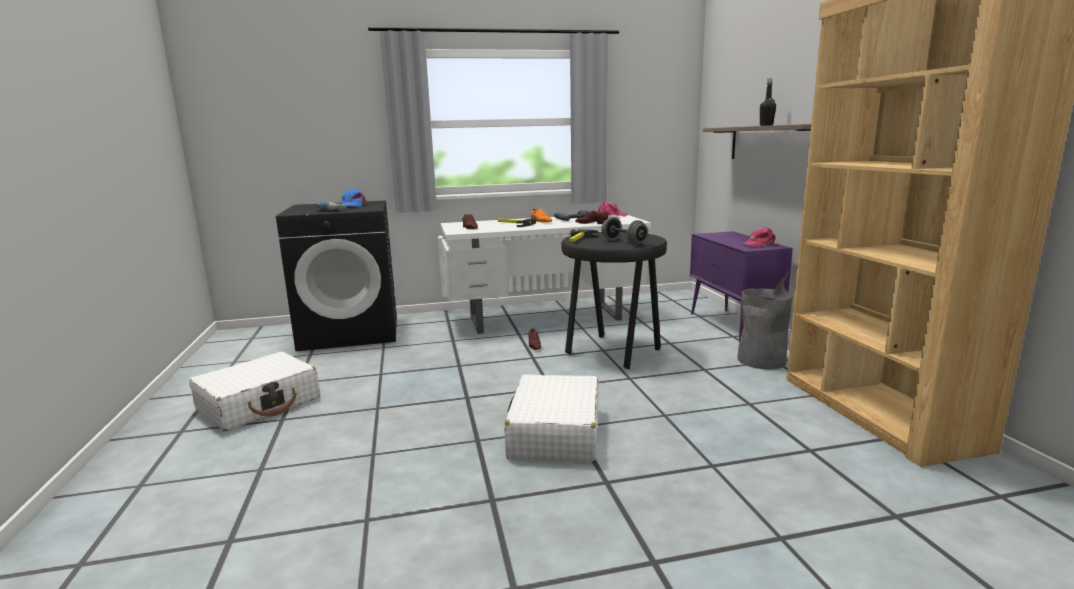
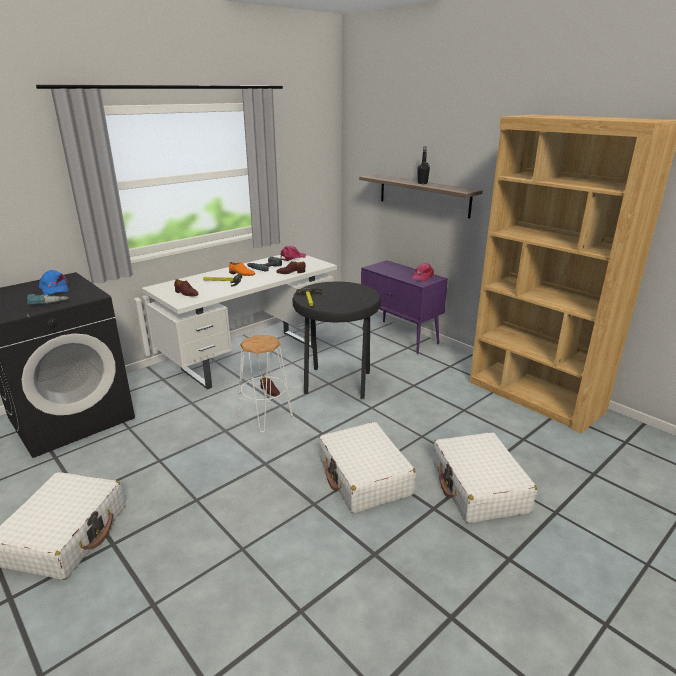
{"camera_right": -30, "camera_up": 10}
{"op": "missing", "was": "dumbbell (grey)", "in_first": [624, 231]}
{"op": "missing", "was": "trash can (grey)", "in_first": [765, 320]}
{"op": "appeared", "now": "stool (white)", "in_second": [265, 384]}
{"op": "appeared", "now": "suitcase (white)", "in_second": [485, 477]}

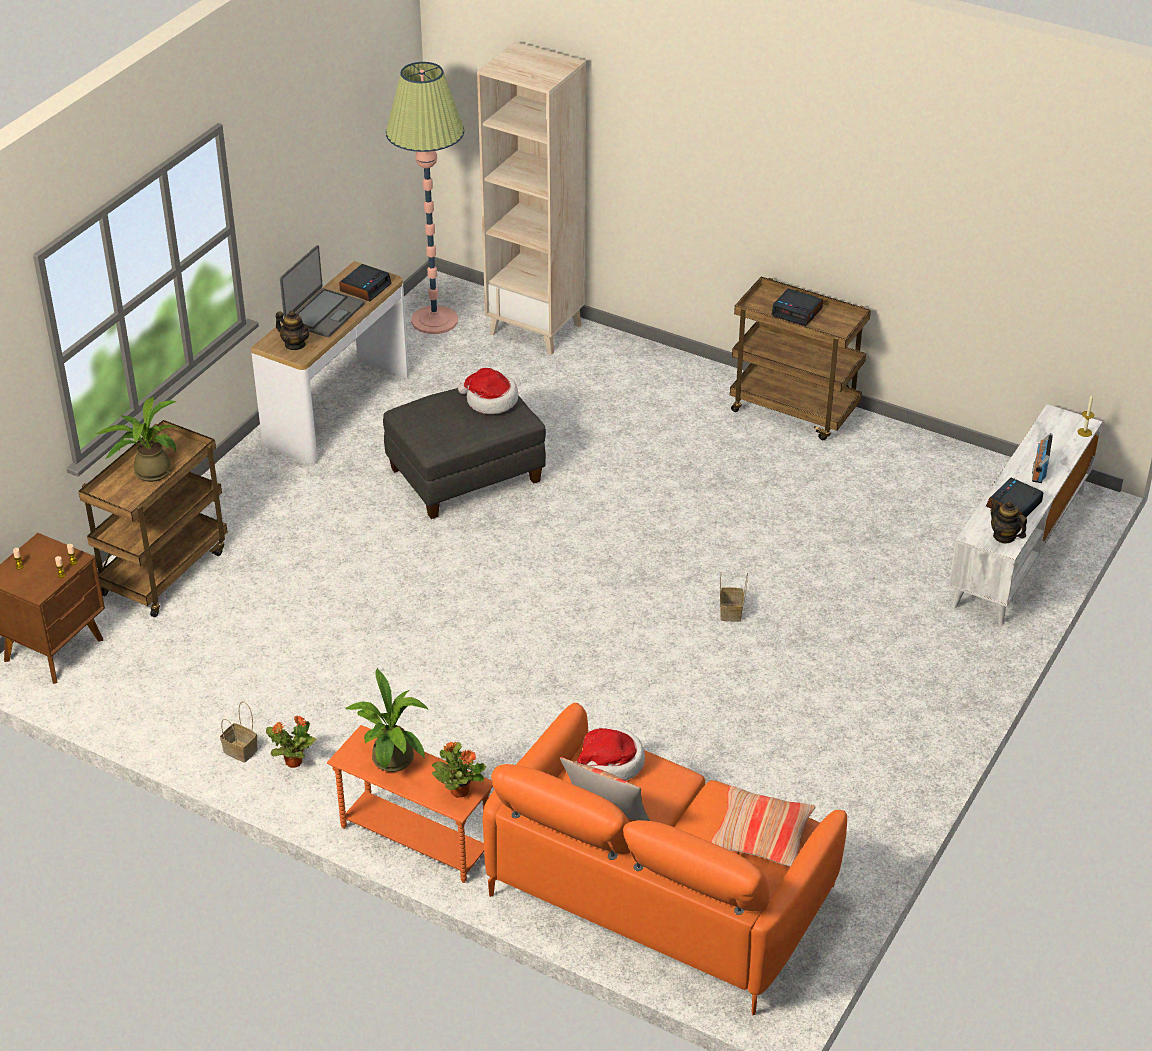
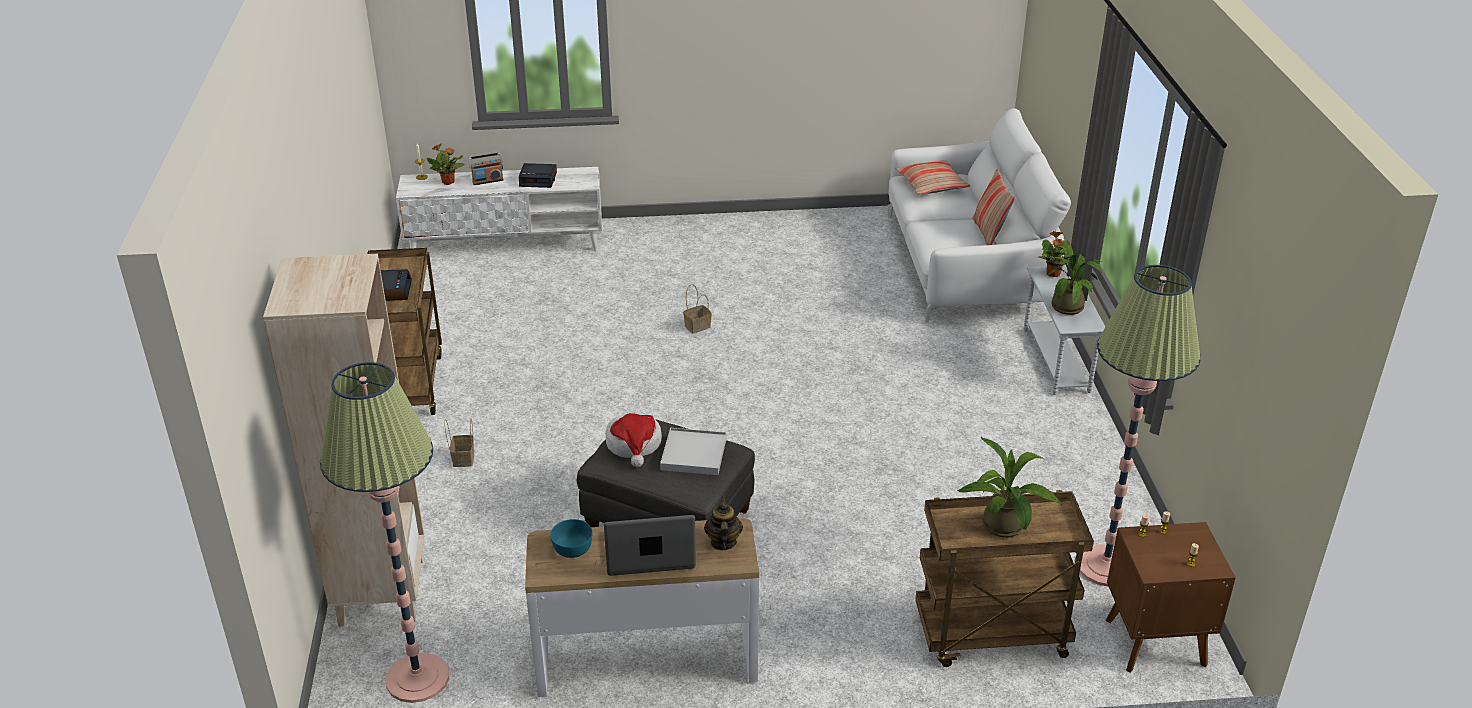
{"camera_right": -125, "camera_up": -5}
{"op": "relocated", "was": "basket", "in_first": [239, 732], "in_second": [459, 443]}
{"op": "relocated", "was": "potted plant", "in_first": [291, 742], "in_second": [445, 164]}
{"op": "colour", "was": "side table (orange)", "now": "side table (white)", "in_first": [410, 804], "in_second": [1064, 330]}
{"op": "exchanged", "was": "alarm clock", "now": "bowl (turquoise)", "in_first": [365, 282], "in_second": [571, 538]}
{"op": "colour", "was": "sofa (orange)", "now": "sofa (white)", "in_first": [665, 859], "in_second": [979, 215]}
{"op": "missing", "was": "hat", "in_first": [609, 754]}
{"op": "missing", "was": "teapot", "in_first": [1008, 521]}
{"op": "appeared", "now": "tray (white)", "in_second": [693, 451]}
{"op": "appeared", "now": "floor lamp", "in_second": [1140, 425]}

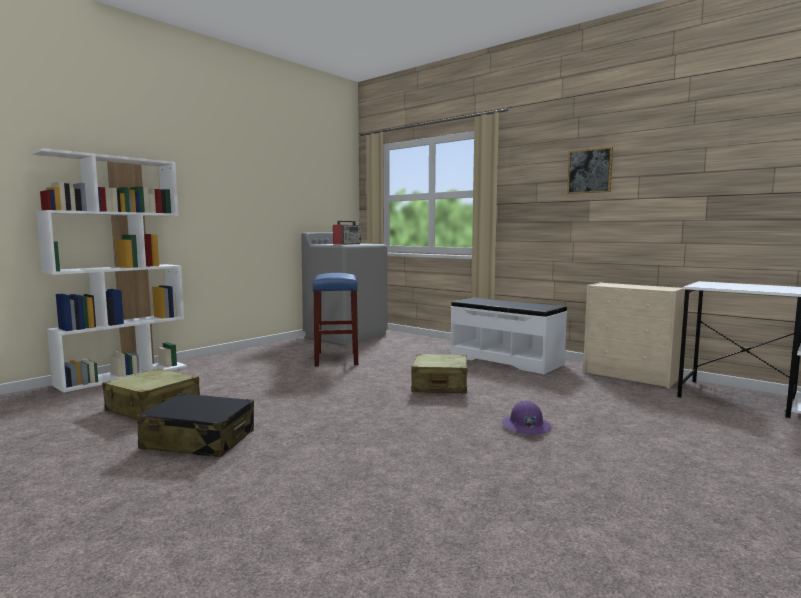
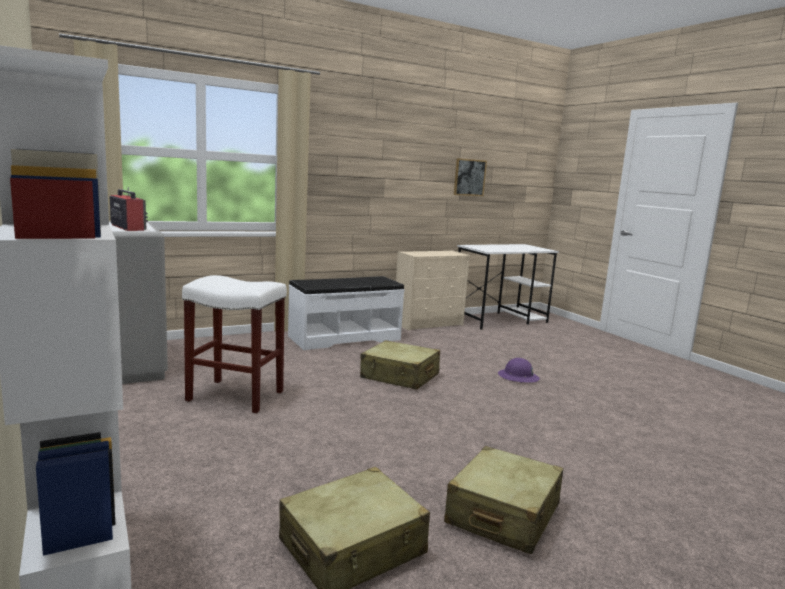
{"camera_right": -70, "camera_up": 5}
{"op": "colour", "was": "suitcase (black)", "now": "suitcase (beige)", "in_first": [195, 425], "in_second": [503, 500]}
{"op": "colour", "was": "stool (blue)", "now": "stool (white)", "in_first": [335, 319], "in_second": [234, 344]}
{"op": "relocated", "was": "picture", "in_first": [590, 170], "in_second": [470, 177]}

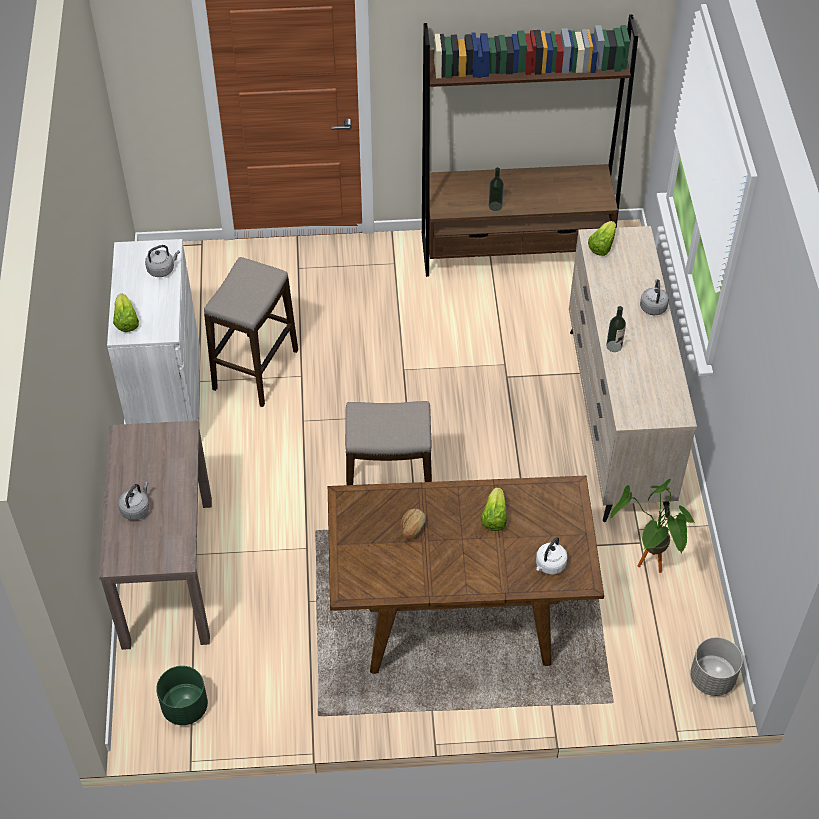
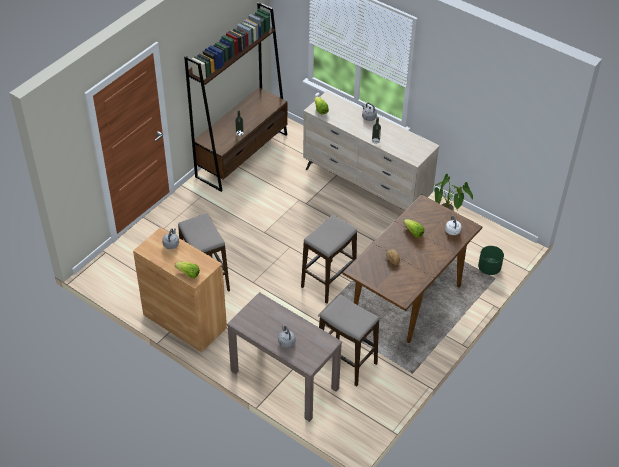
{"camera_right": -50, "camera_up": -5}
{"op": "colour", "was": "cabinet (white)", "now": "cabinet (brown)", "in_first": [153, 331], "in_second": [180, 289]}
{"op": "relocated", "was": "planter (green)", "in_first": [182, 695], "in_second": [491, 260]}
{"op": "missing", "was": "planter (grey)", "in_first": [716, 666]}
{"op": "appeared", "now": "stool", "in_second": [349, 340]}

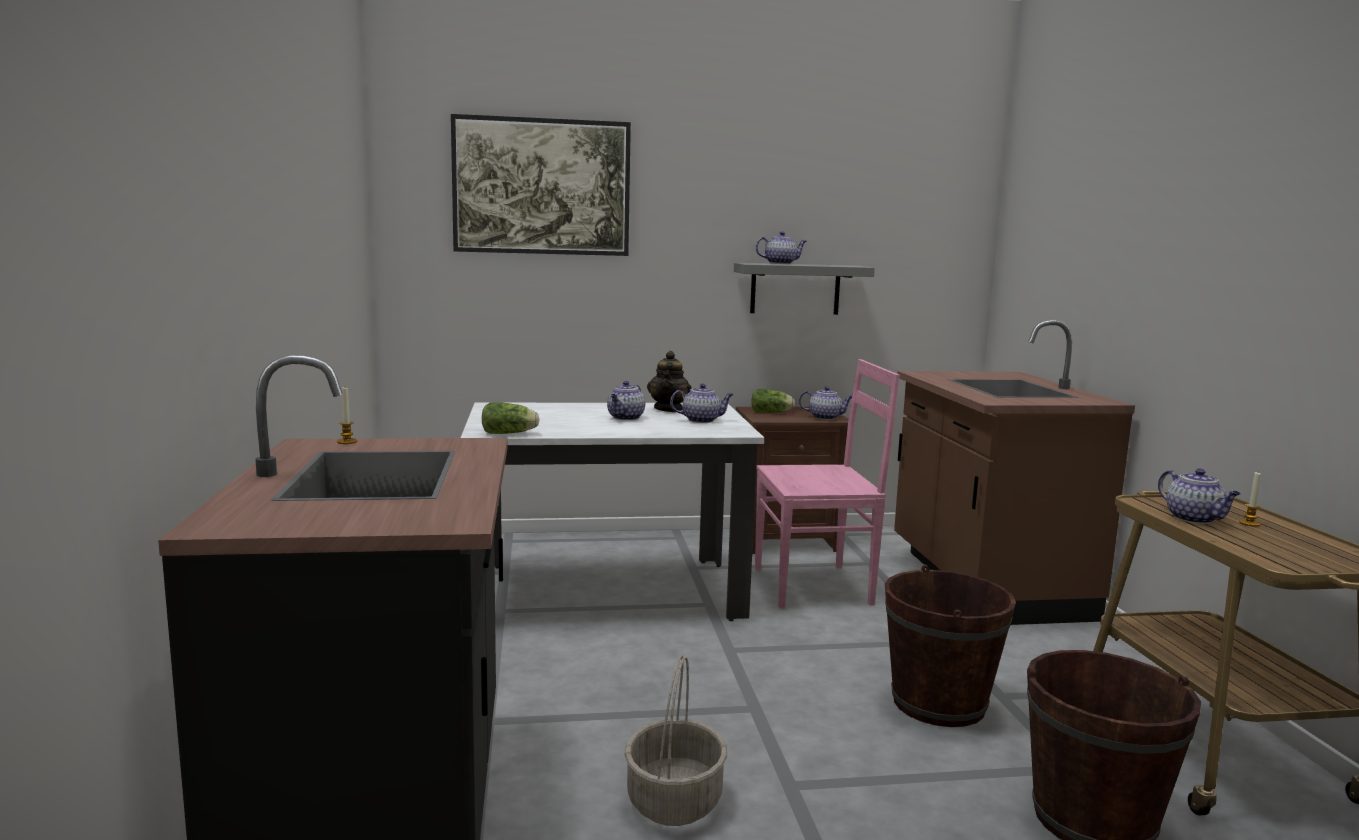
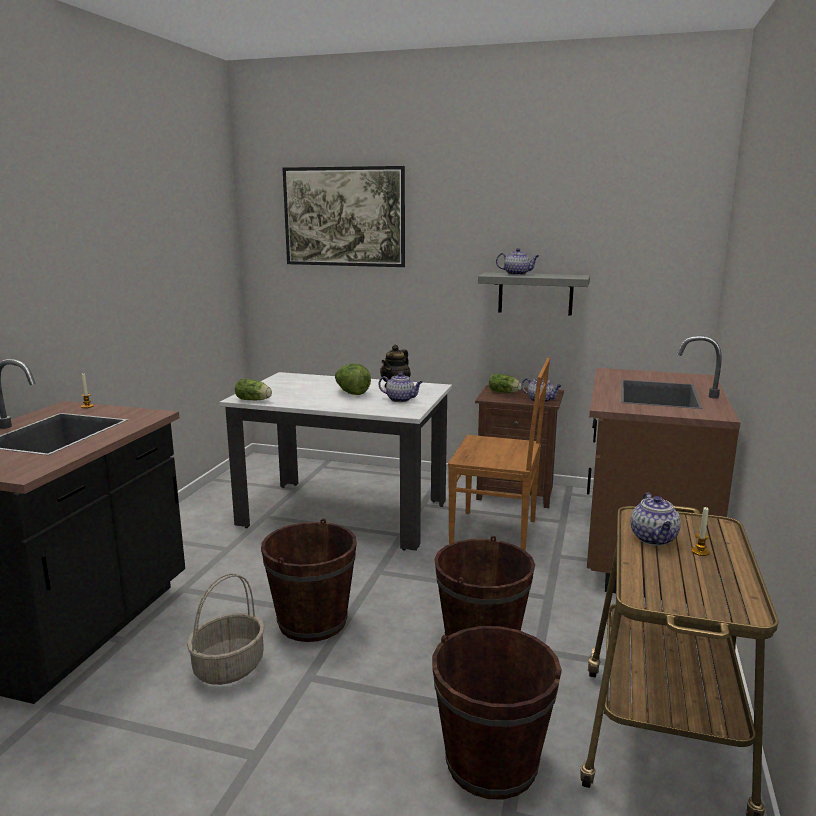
{"camera_right": 25, "camera_up": 5}
{"op": "exchanged", "was": "teapot", "now": "lettuce", "in_first": [626, 400], "in_second": [353, 379]}
{"op": "colour", "was": "chair (pink)", "now": "chair (brown)", "in_first": [827, 483], "in_second": [499, 454]}
{"op": "appeared", "now": "bucket (brown)", "in_second": [309, 580]}

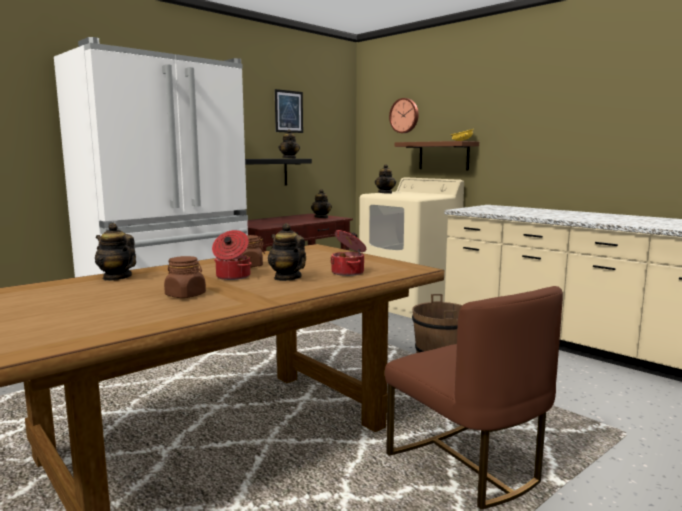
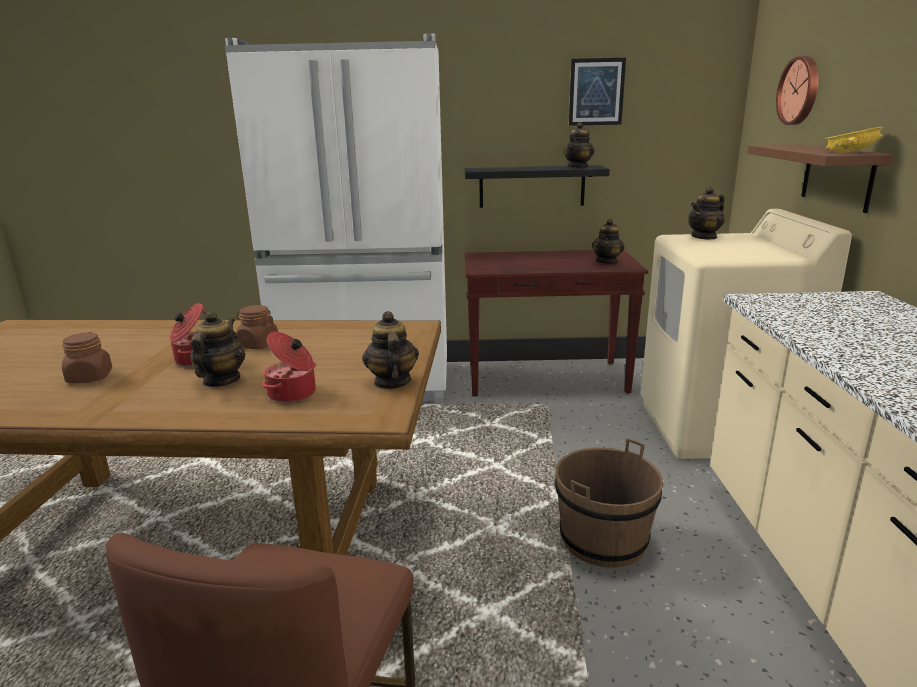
{"camera_right": 45, "camera_up": 10}
{"op": "relocated", "was": "teapot", "in_first": [115, 252], "in_second": [390, 350]}

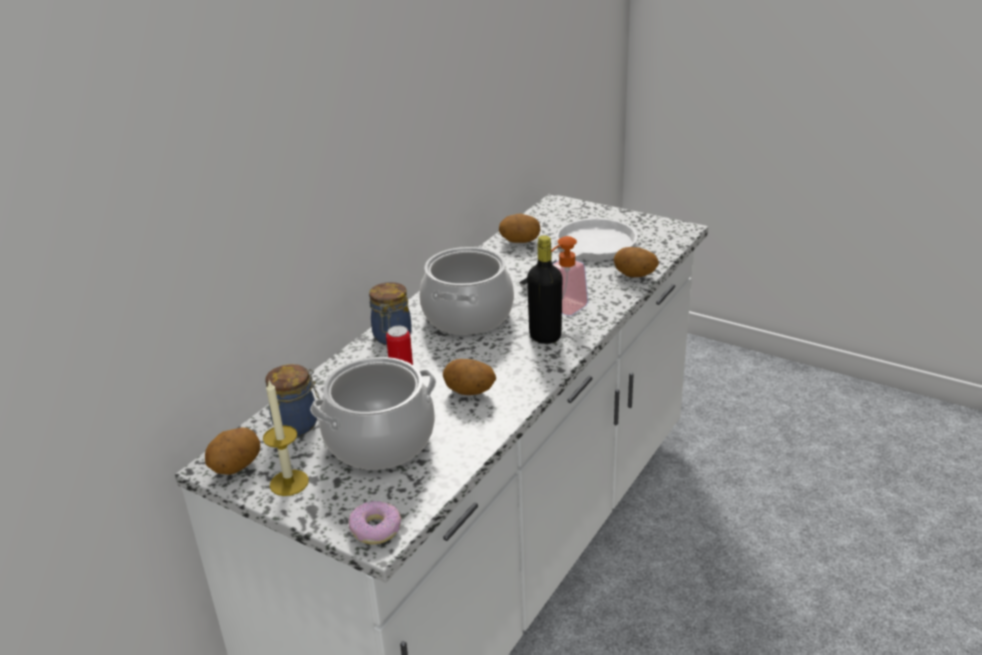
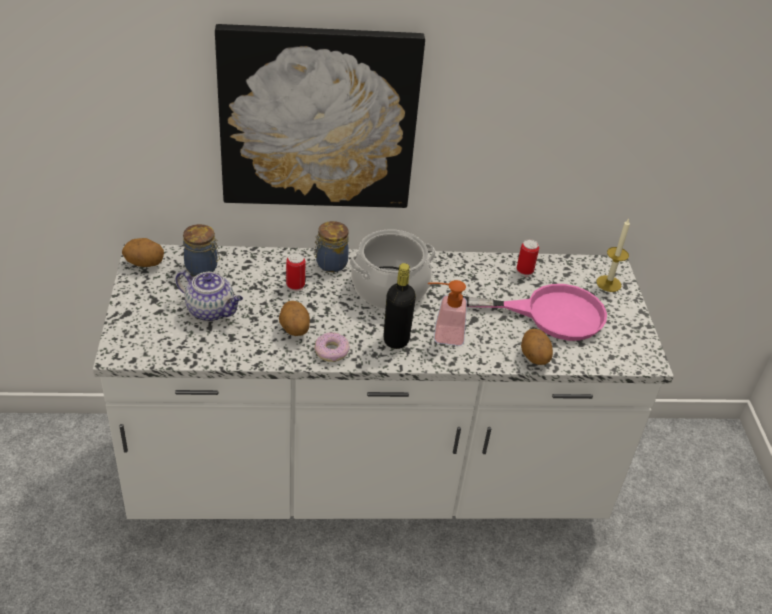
{"camera_right": 50, "camera_up": 10}
{"op": "relocated", "was": "candle", "in_first": [286, 438], "in_second": [613, 255]}
{"op": "exchanged", "was": "cooking pot", "now": "teapot", "in_first": [373, 413], "in_second": [209, 295]}
{"op": "relocated", "was": "donut", "in_first": [375, 523], "in_second": [332, 347]}
{"op": "exchanged", "was": "potato", "now": "can", "in_first": [520, 228], "in_second": [528, 258]}
{"op": "colour", "was": "frying pan (white)", "now": "frying pan (pink)", "in_first": [578, 253], "in_second": [535, 312]}
{"op": "appeared", "now": "picture", "in_second": [320, 116]}

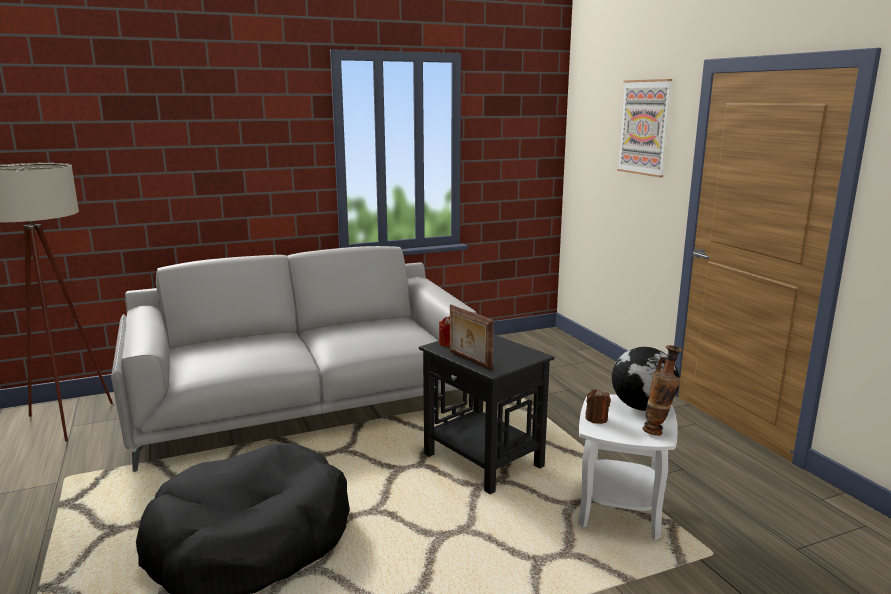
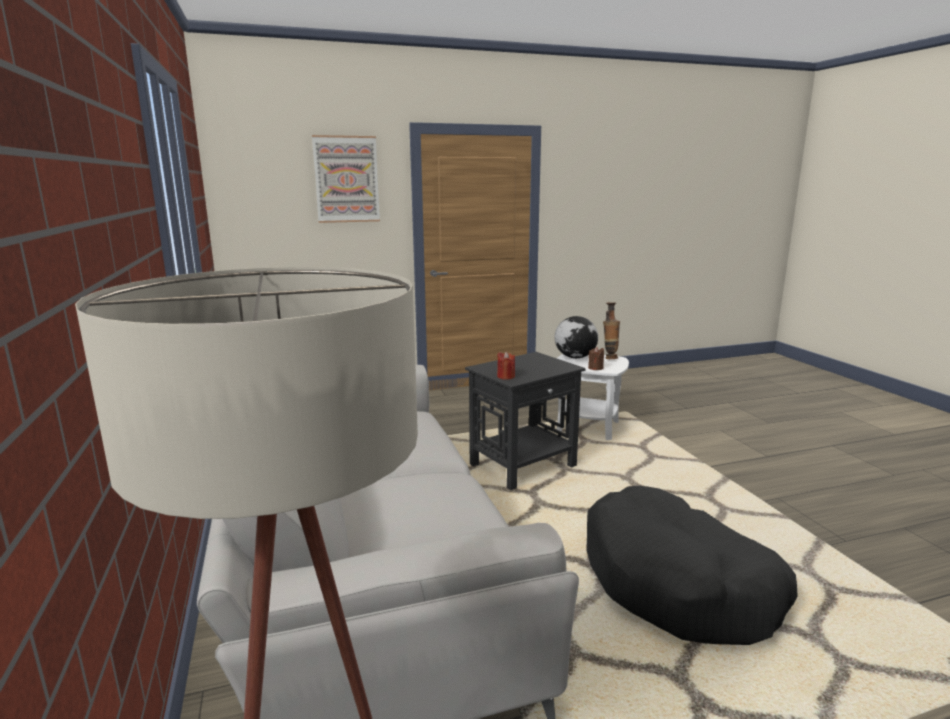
{"camera_right": -85, "camera_up": 0}
{"op": "missing", "was": "picture frame", "in_first": [472, 338]}

